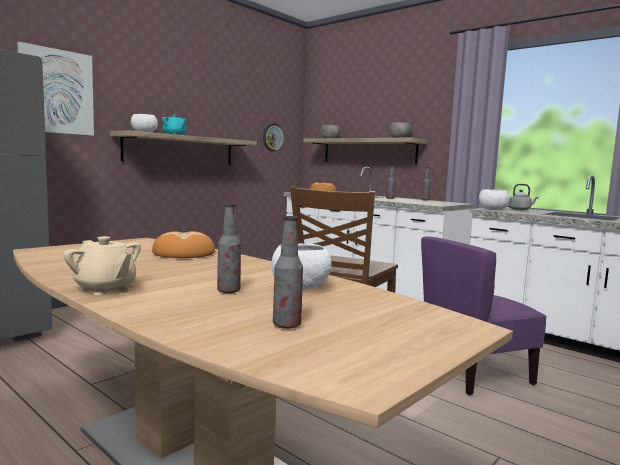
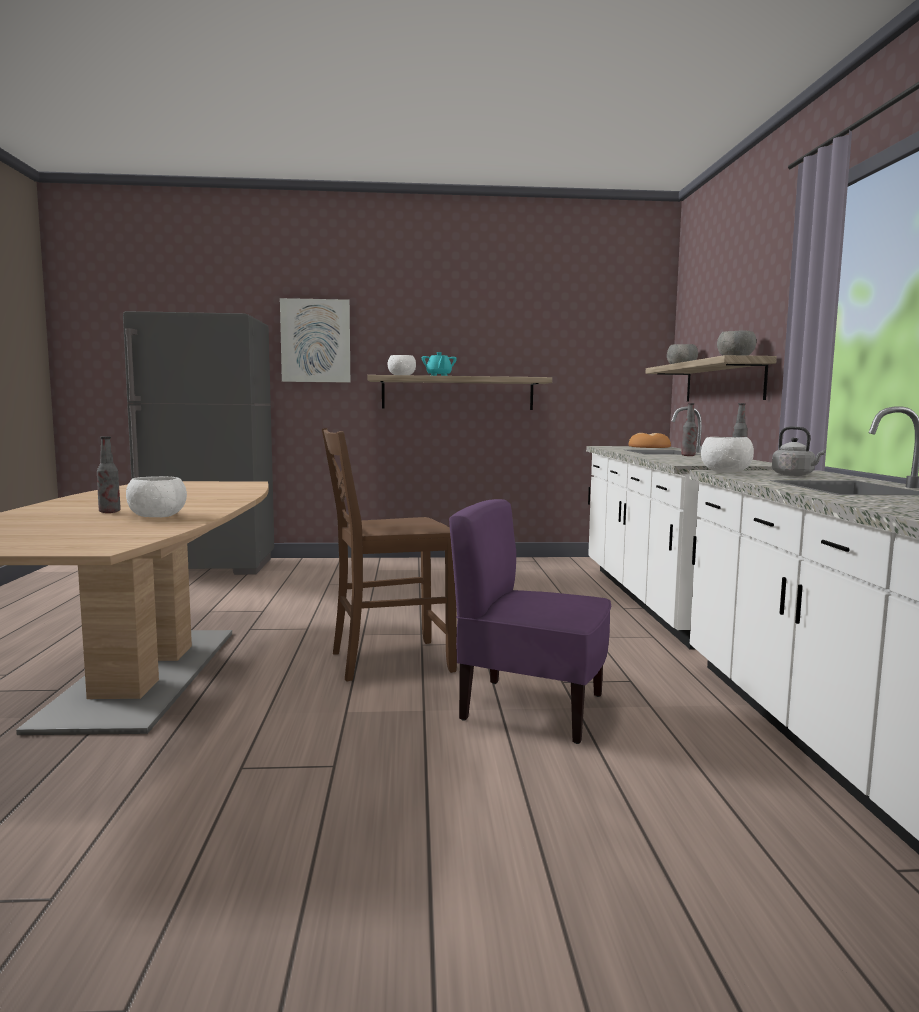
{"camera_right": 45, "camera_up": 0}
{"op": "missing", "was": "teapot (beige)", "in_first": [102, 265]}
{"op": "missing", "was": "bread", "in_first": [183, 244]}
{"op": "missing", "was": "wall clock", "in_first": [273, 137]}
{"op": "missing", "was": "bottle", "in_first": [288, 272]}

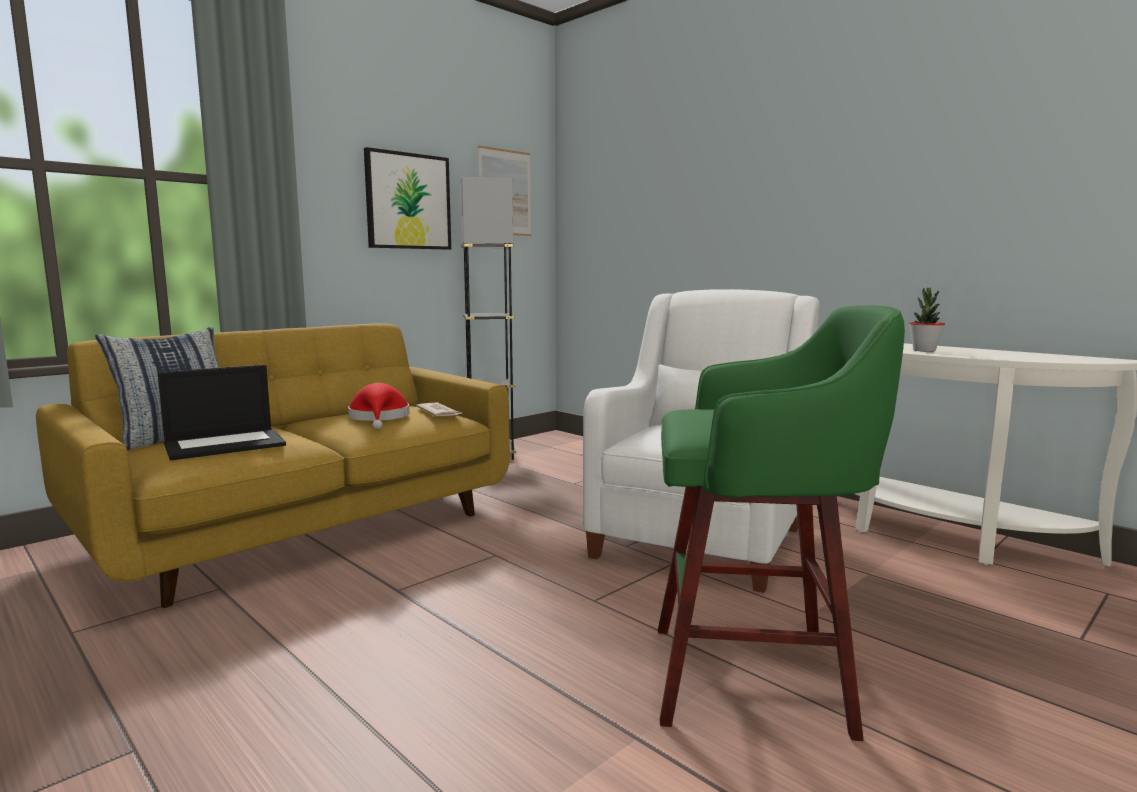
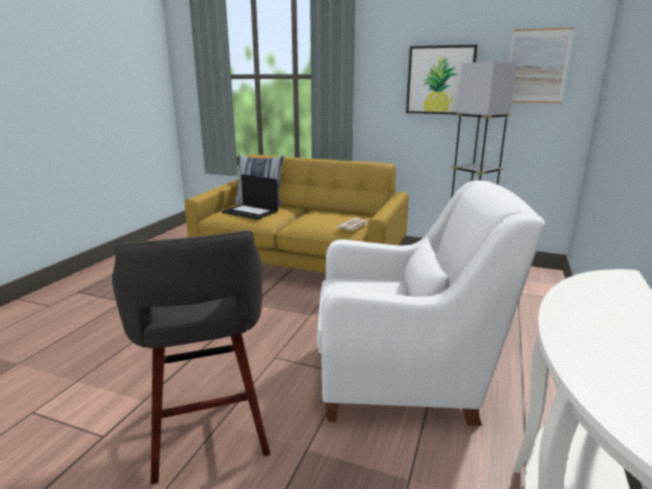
{"camera_right": 65, "camera_up": 10}
{"op": "missing", "was": "hat (red)", "in_first": [378, 406]}
{"op": "colour", "was": "stool (green)", "now": "stool (grey)", "in_first": [781, 523], "in_second": [191, 357]}
{"op": "missing", "was": "potted plant", "in_first": [927, 320]}

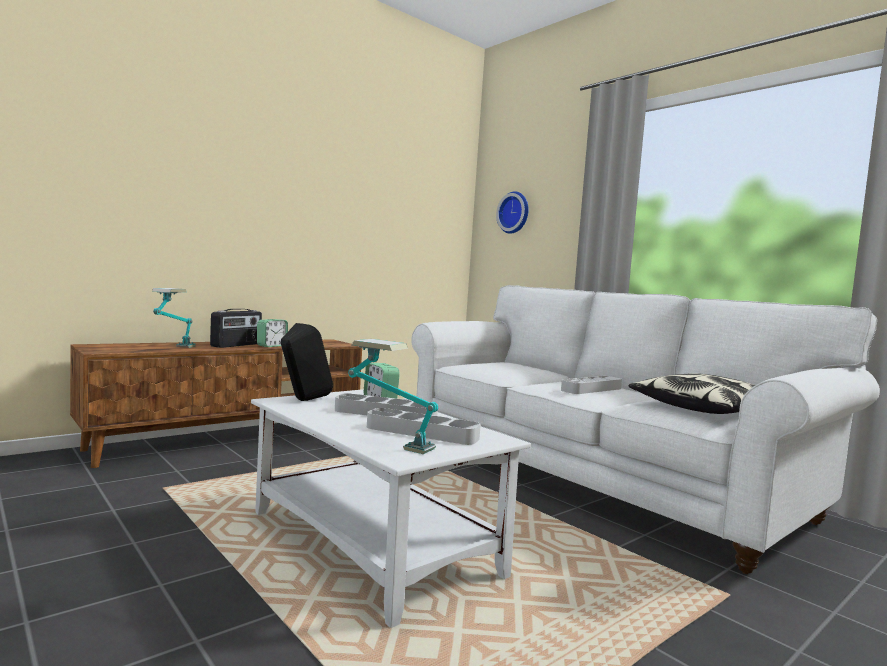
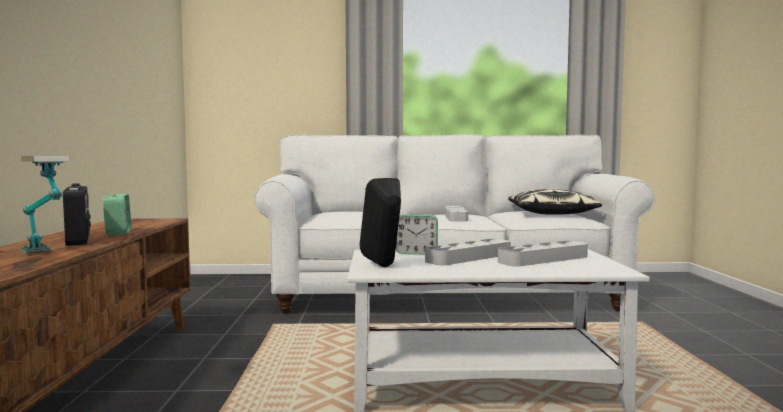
{"camera_right": -50, "camera_up": 0}
{"op": "missing", "was": "table lamp", "in_first": [393, 396]}
{"op": "missing", "was": "wall clock", "in_first": [512, 212]}

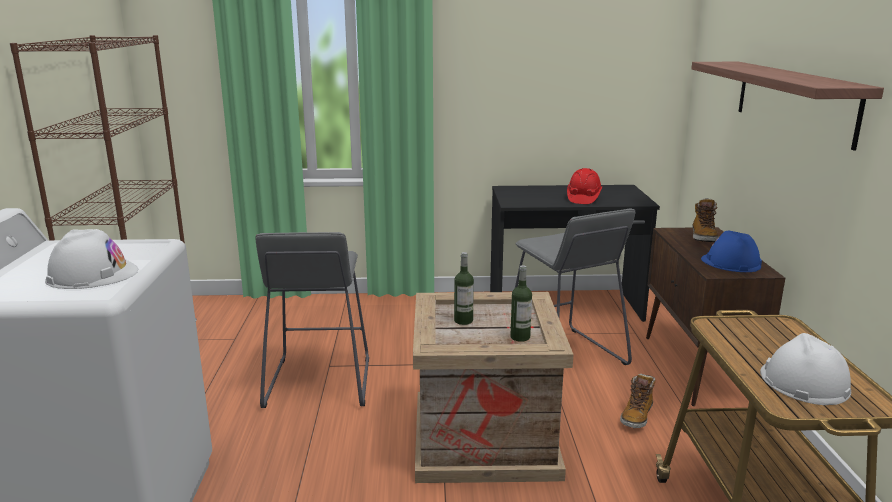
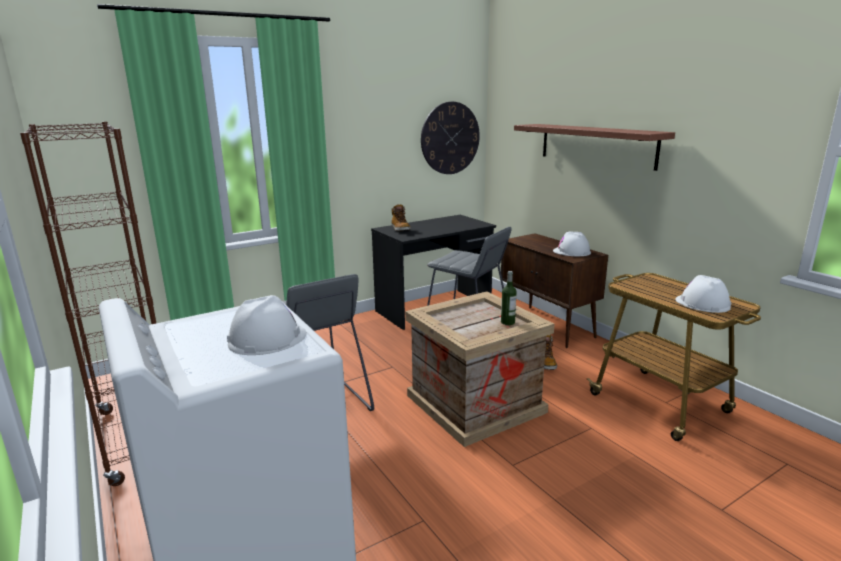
{"camera_right": -30, "camera_up": 0}
{"op": "missing", "was": "bottle", "in_first": [464, 288]}
{"op": "missing", "was": "hard hat (red)", "in_first": [584, 186]}
{"op": "relocated", "was": "boot", "in_first": [706, 220], "in_second": [401, 217]}
{"op": "colour", "was": "hard hat (blue)", "now": "hard hat (white)", "in_first": [731, 251], "in_second": [572, 243]}
{"op": "appeared", "now": "wall clock", "in_second": [450, 138]}

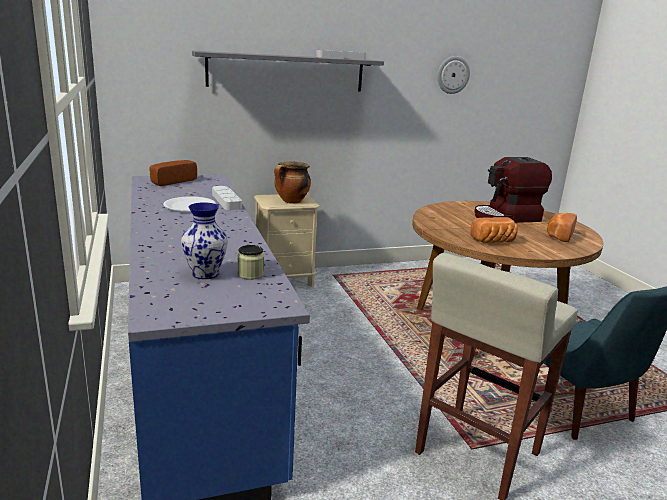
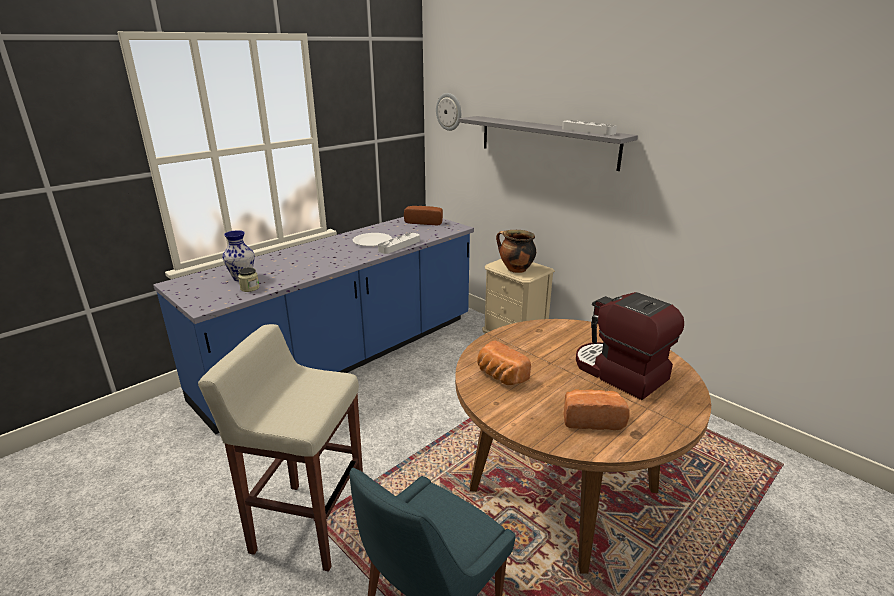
{"camera_right": 65, "camera_up": 5}
{"op": "relocated", "was": "wall clock", "in_first": [453, 75], "in_second": [448, 112]}

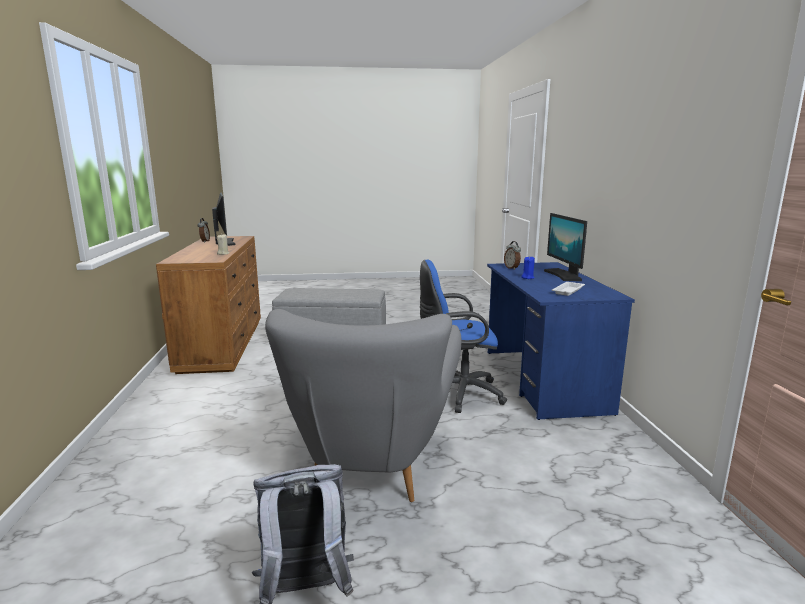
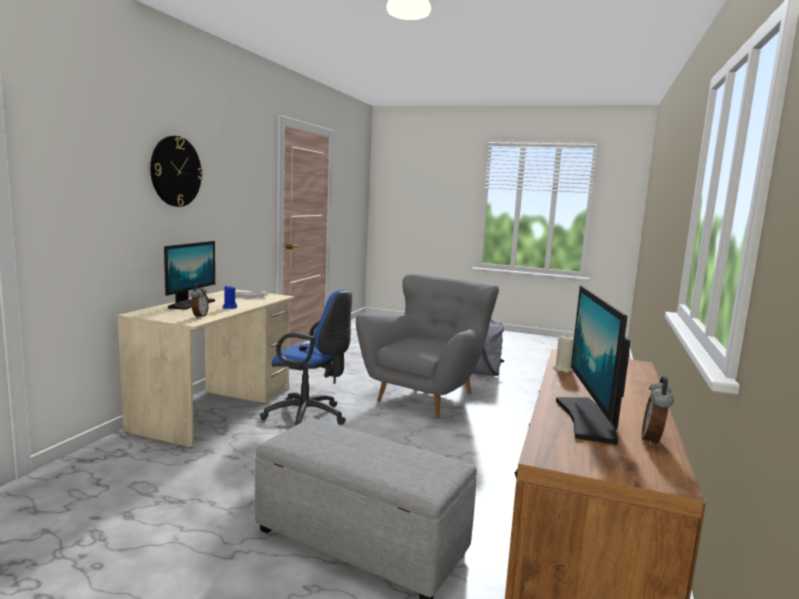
{"camera_right": -155, "camera_up": -5}
{"op": "colour", "was": "desk (blue)", "now": "desk (beige)", "in_first": [561, 341], "in_second": [205, 368]}
{"op": "appeared", "now": "wall clock", "in_second": [176, 171]}

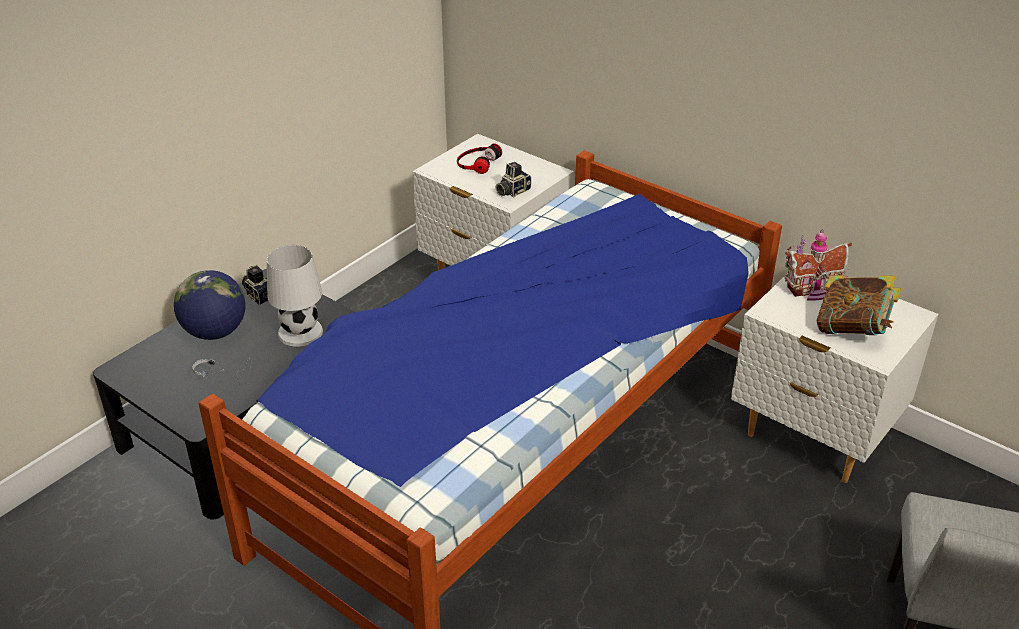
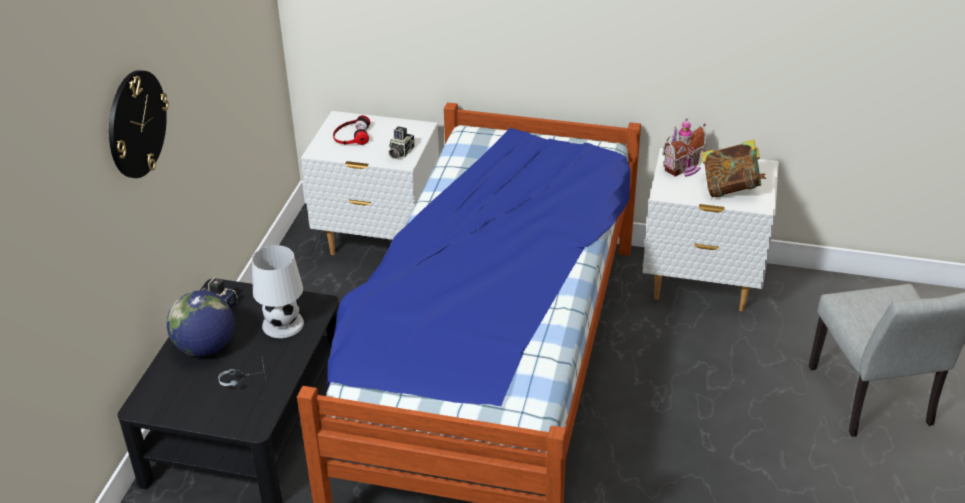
{"camera_right": -25, "camera_up": 0}
{"op": "appeared", "now": "wall clock", "in_second": [139, 124]}

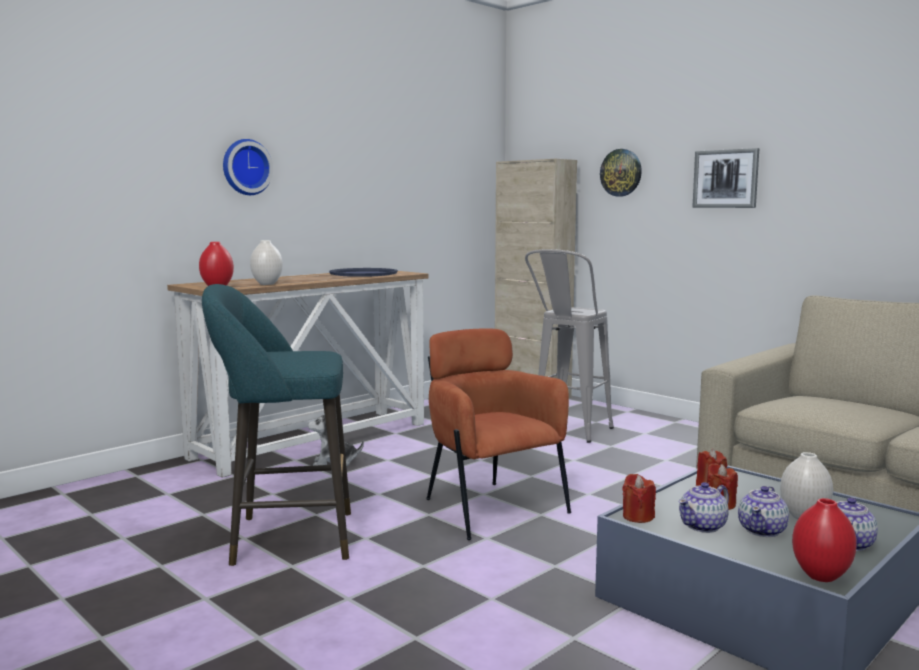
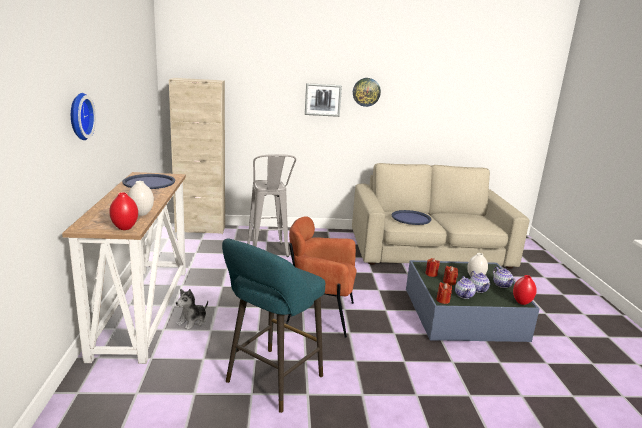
{"camera_right": -50, "camera_up": 10}
{"op": "relocated", "was": "wall clock", "in_first": [621, 173], "in_second": [367, 92]}
{"op": "appeared", "now": "tray (blue)", "in_second": [411, 217]}

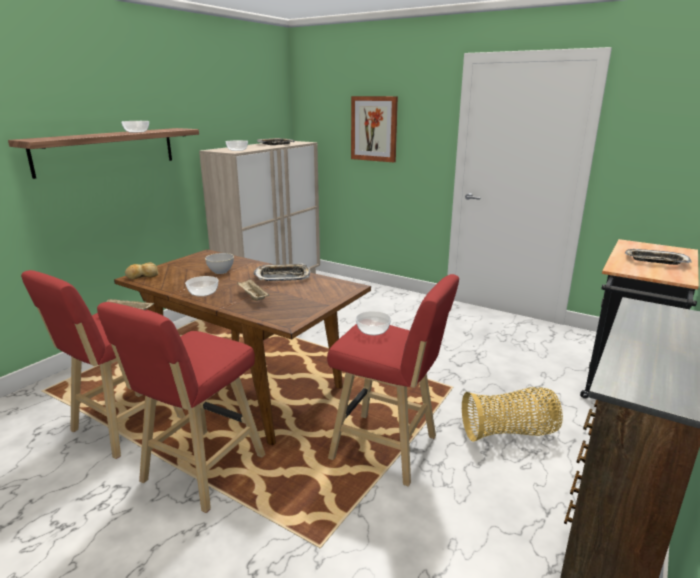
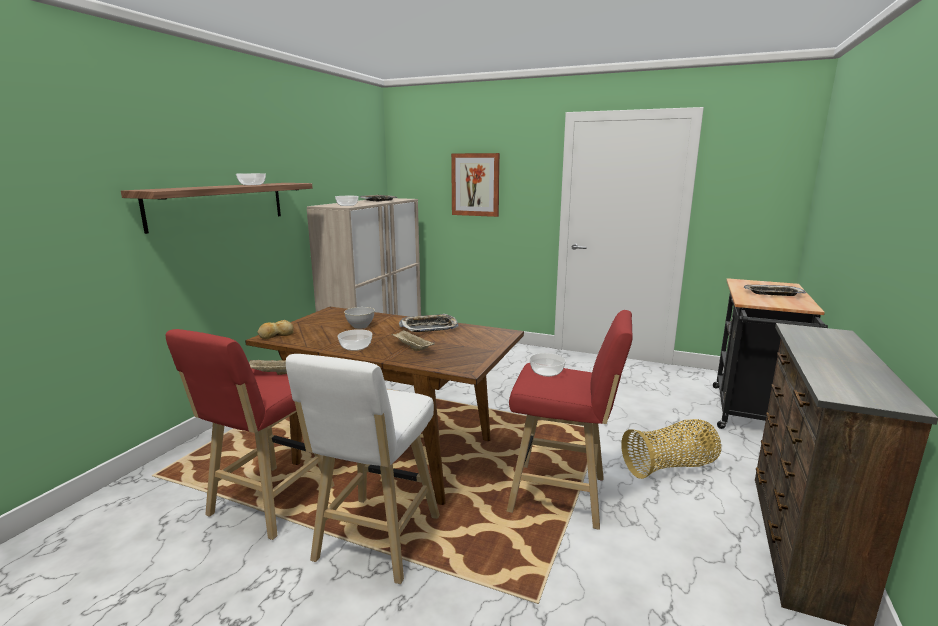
{"camera_right": -10, "camera_up": -5}
{"op": "colour", "was": "stool (red)", "now": "stool (white)", "in_first": [181, 407], "in_second": [362, 469]}

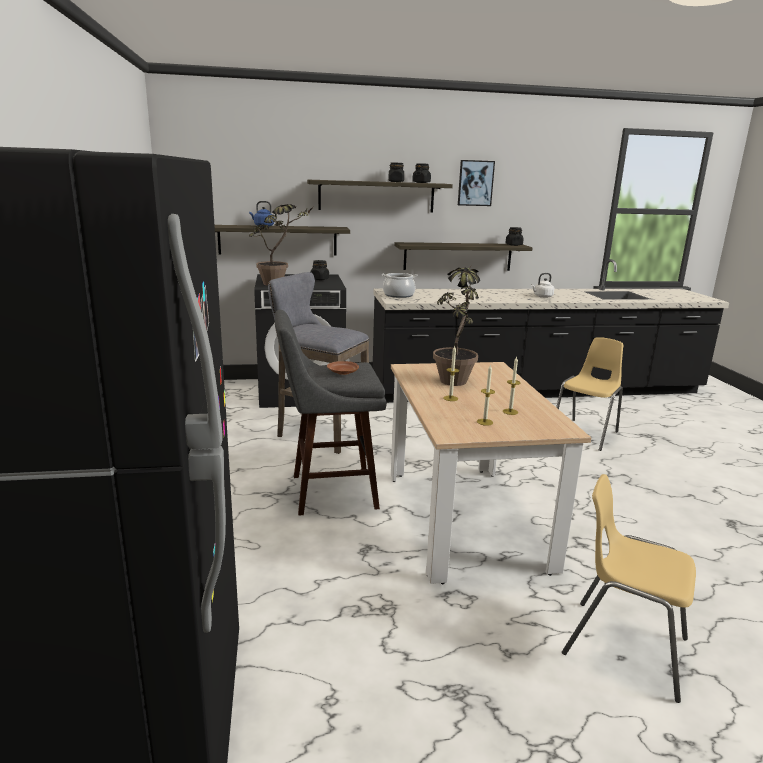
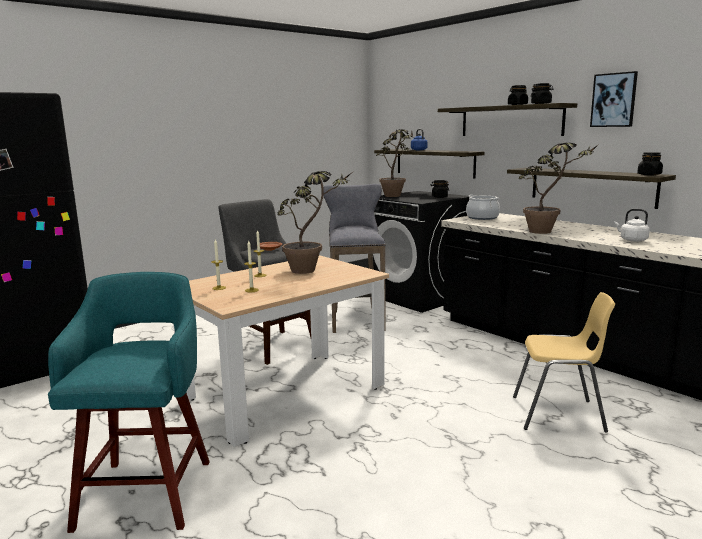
{"camera_right": 60, "camera_up": -5}
{"op": "exchanged", "was": "chair (yellow)", "now": "stool (turquoise)", "in_first": [629, 588], "in_second": [129, 402]}
{"op": "appeared", "now": "potted plant", "in_second": [558, 188]}

